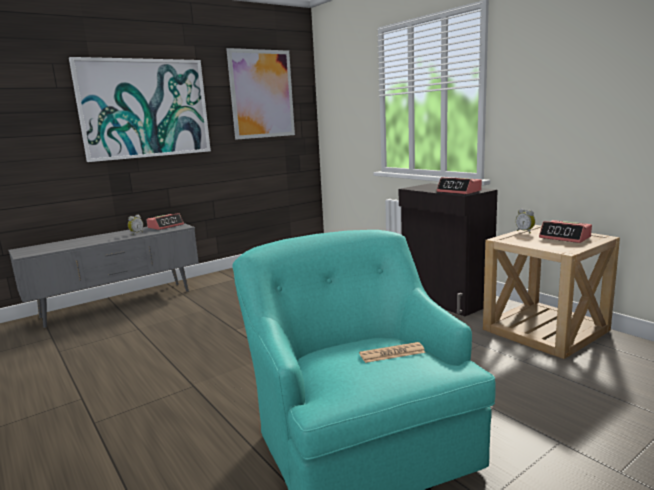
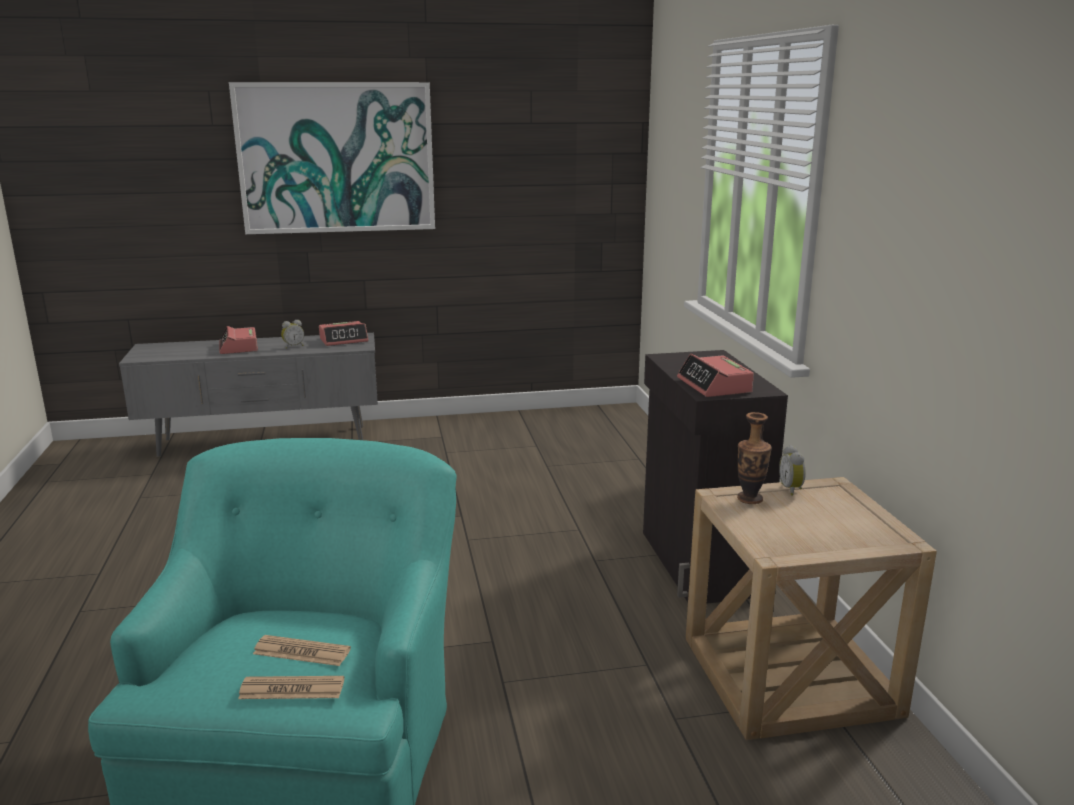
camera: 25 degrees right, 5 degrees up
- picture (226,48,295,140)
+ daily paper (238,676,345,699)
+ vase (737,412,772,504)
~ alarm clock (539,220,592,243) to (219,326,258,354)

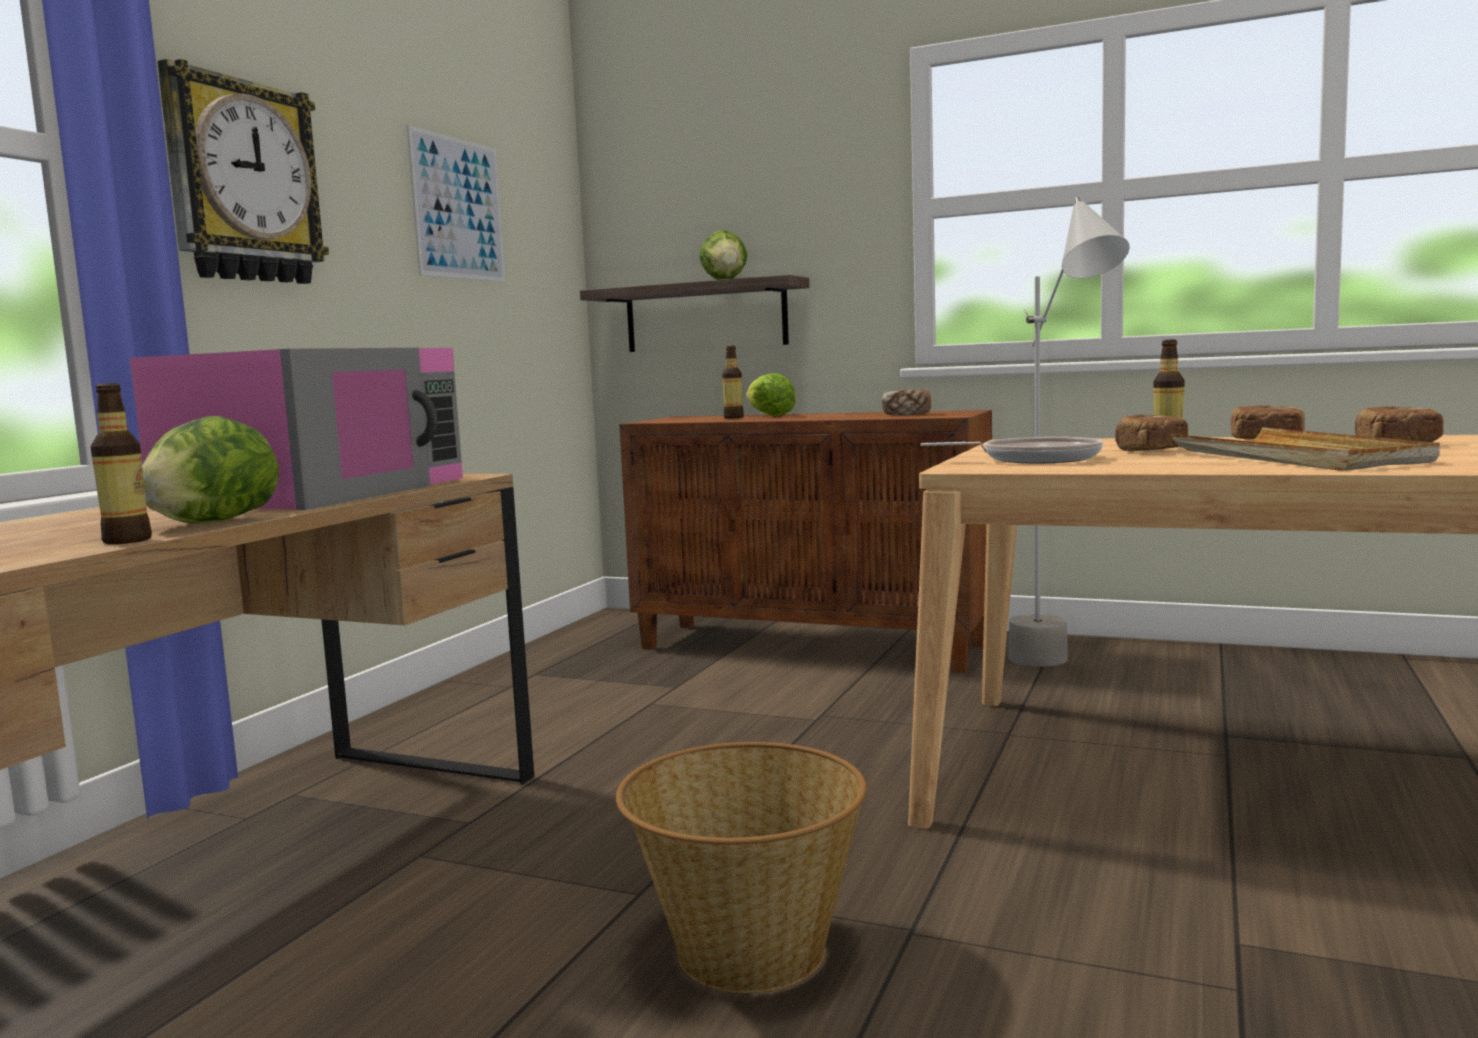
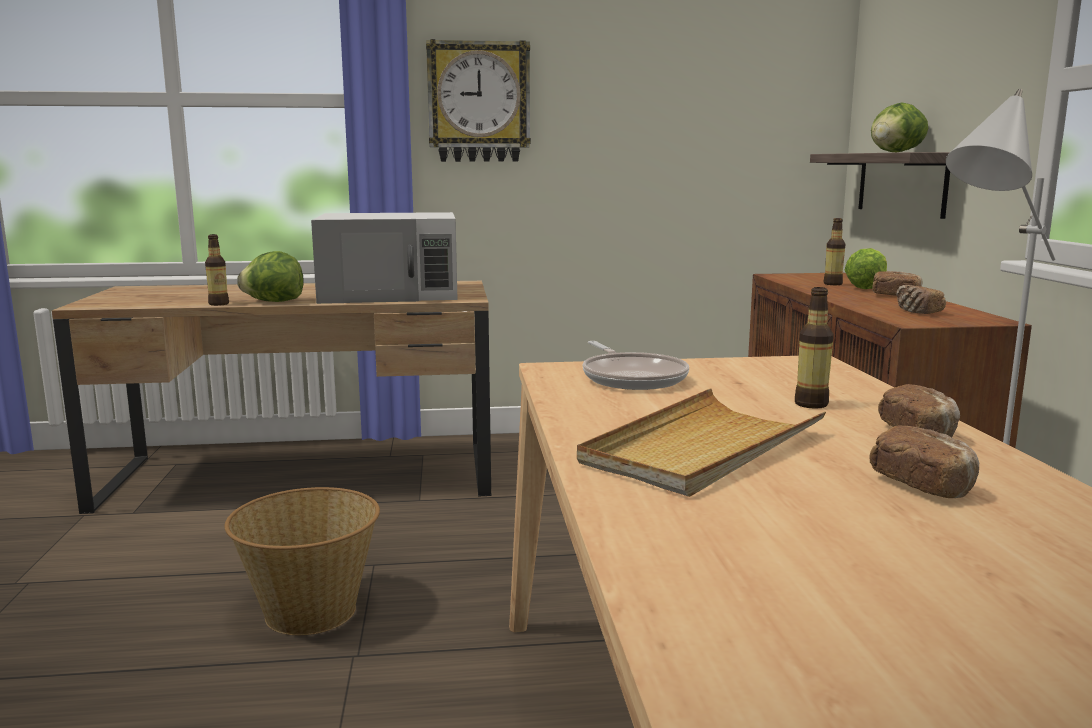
camera: 60 degrees right, 5 degrees up
- picture (407,125,505,282)
~ bread (1115,414,1188,451) to (872,271,922,296)
~ pink-coloured kitchen microwave (130,348,463,510) to whitish kitchen microwave (311,212,458,304)

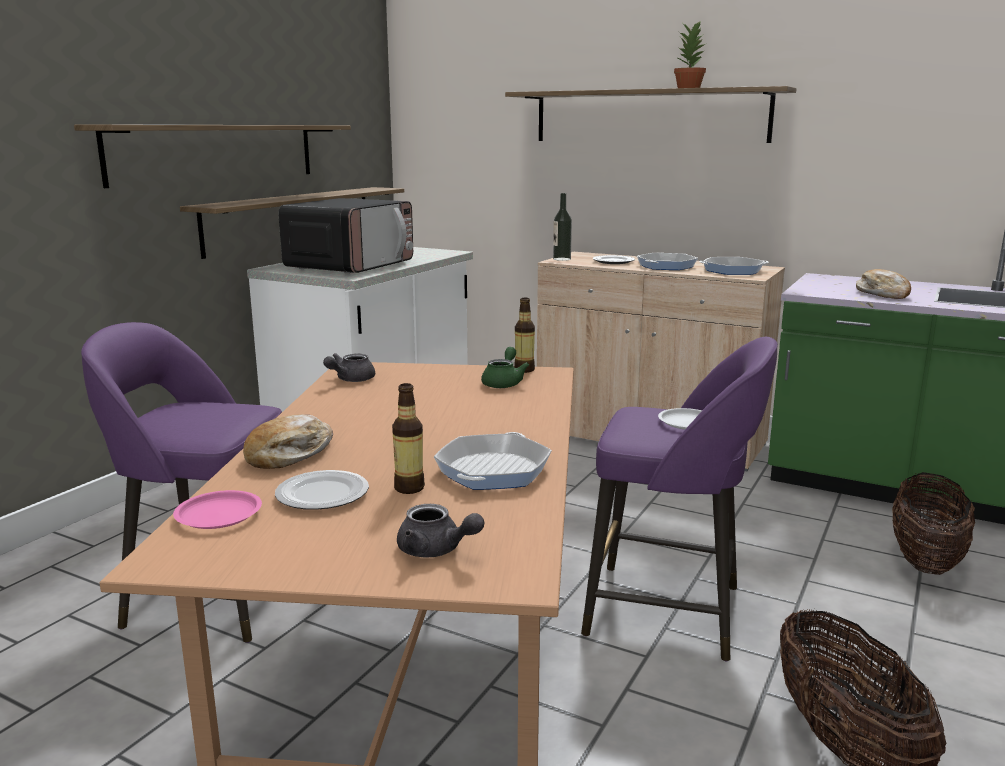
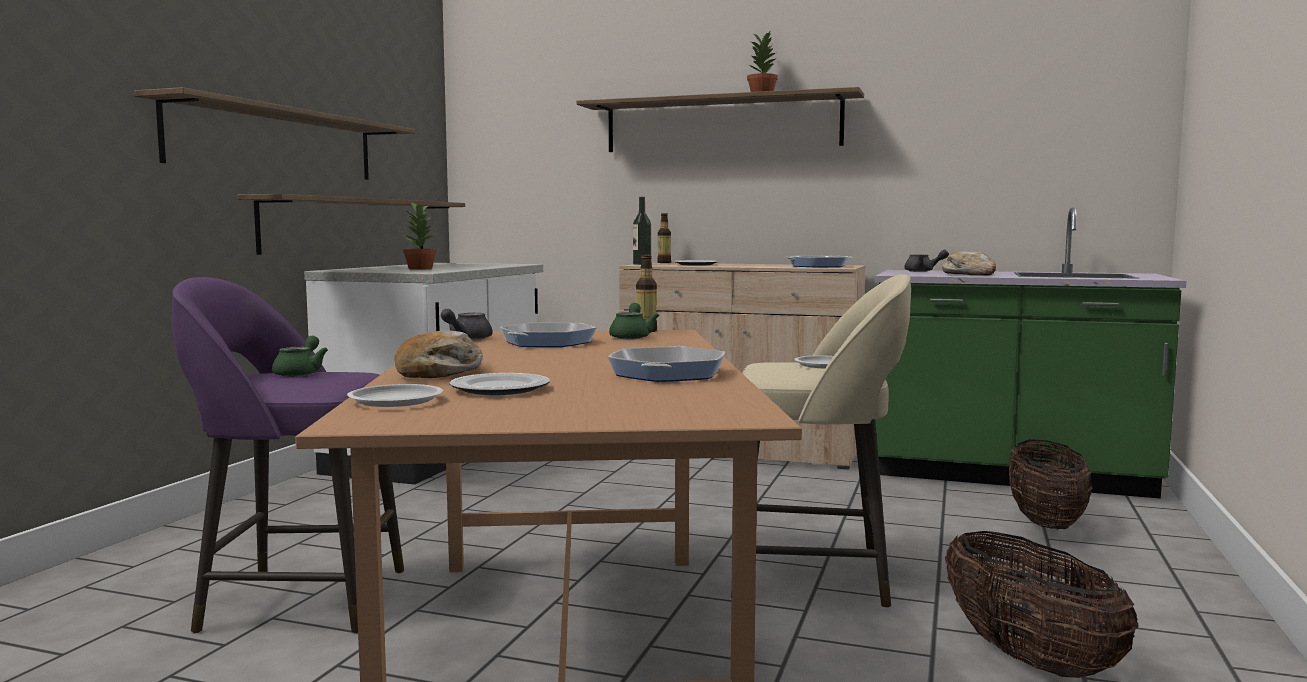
camera: 10 degrees left, 10 degrees down
+ green teapot (272,336,328,377)
~ beverage bottle (392,383,425,494) to (657,213,671,263)
~ greyish teapot (397,504,484,557) to (905,250,949,272)
~ frying pan (637,253,698,270) to (500,322,596,347)
~ kitchen microwave (278,198,413,273) to plant in a pot (403,201,437,270)
~ pink-coloured flat dish (173,490,262,529) to whitish flat dish (347,384,443,407)
~ purple-coloured stool seat (581,337,778,662) to beige stool seat (731,274,911,608)

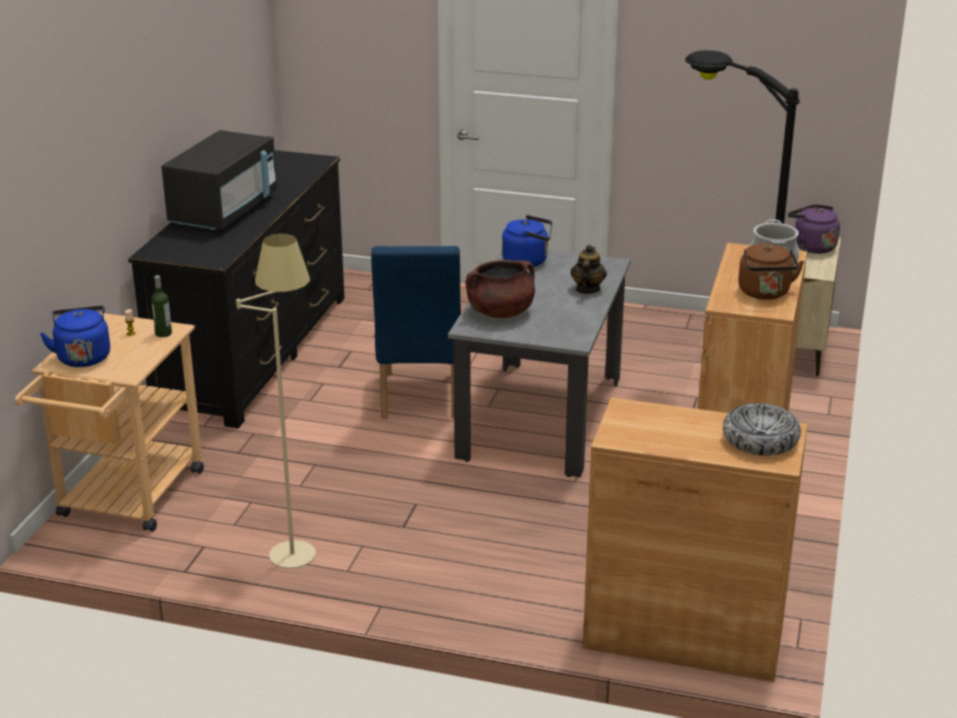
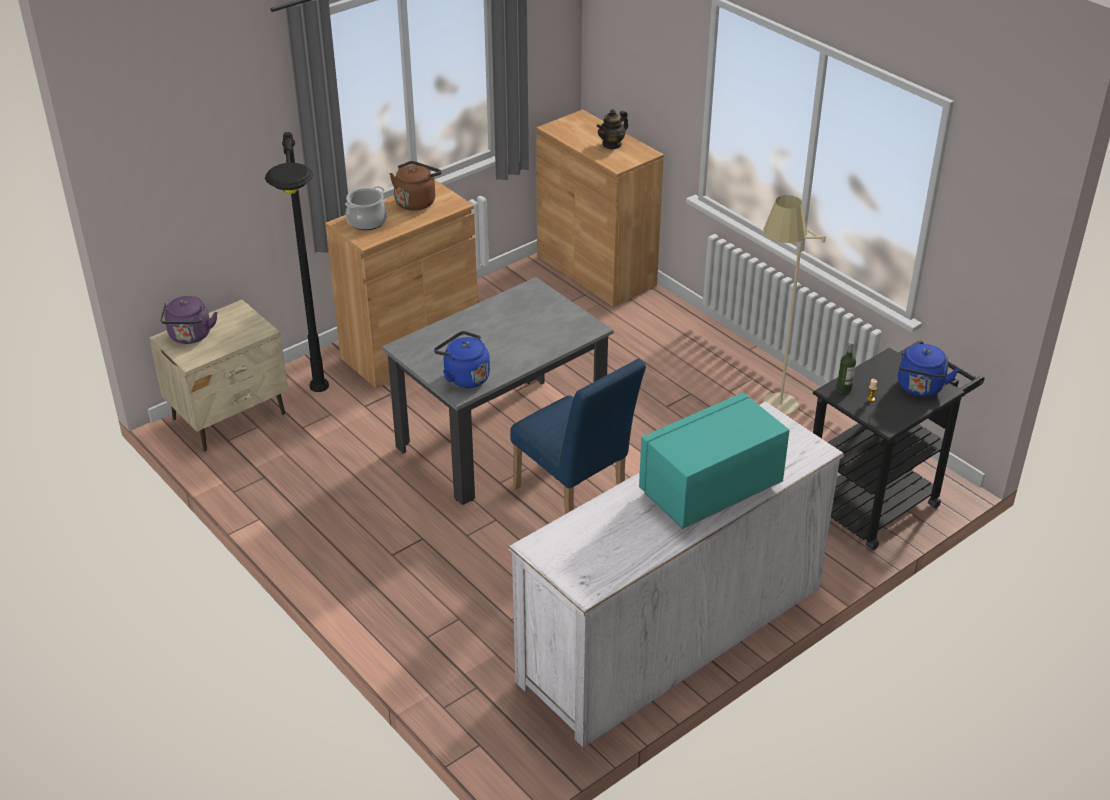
camera: 145 degrees left, 10 degrees up
- brownish saucepot (465,260,535,318)
- serving bowl (723,403,801,456)
~ teapot (571,245,607,294) to (597,109,628,150)
~ beige wheeled cart (15,313,204,532) to black-coloured wheeled cart (813,341,985,550)
~ black-coloured dresser (128,150,345,429) to whitish dresser (508,401,844,747)
~ black-coloured kitchen microwave (162,130,277,230) to turquoise-coloured kitchen microwave (639,392,789,529)
~ blue-coloured chair (371,246,461,419) = (510,358,646,514) 105 degrees clockwise

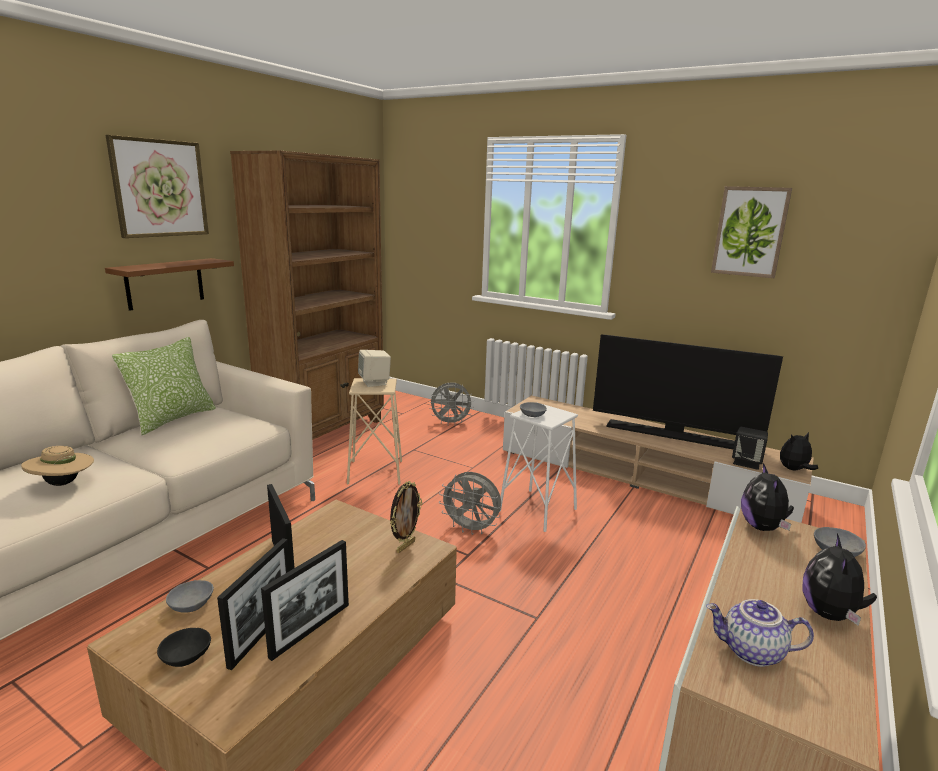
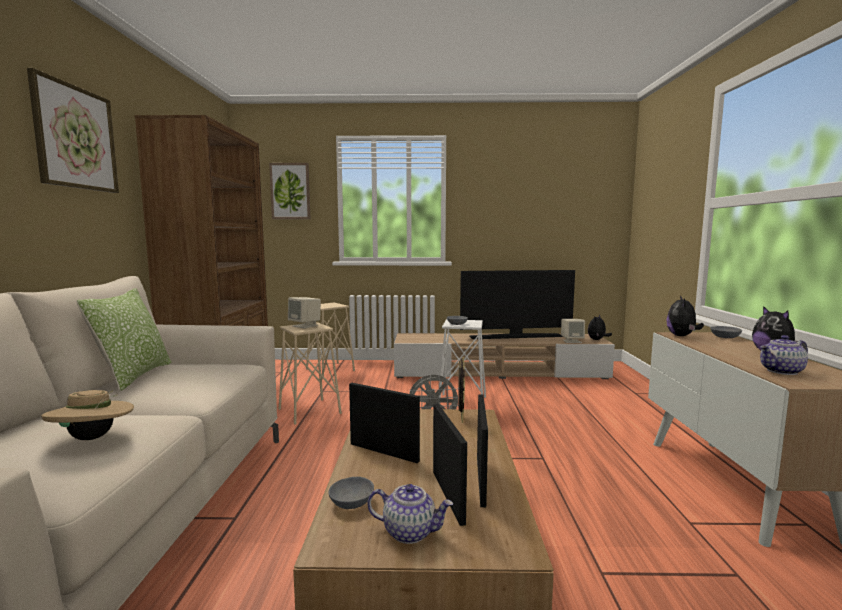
camera: 30 degrees left, 10 degrees down
- brownish wall shelf (105,258,234,311)
~ picture (711,186,792,278) to (269,163,311,219)
~ black-coloured serving bowl (157,628,211,667) to teapot (367,484,453,544)
~ greyish fan (429,383,474,425) to beige stool seat (306,303,355,376)
~ black-coloured loudspeaker (732,427,768,470) to beige loudspeaker (561,319,585,343)
~ soft toy (741,463,794,531) = (667,296,704,336) 45 degrees clockwise

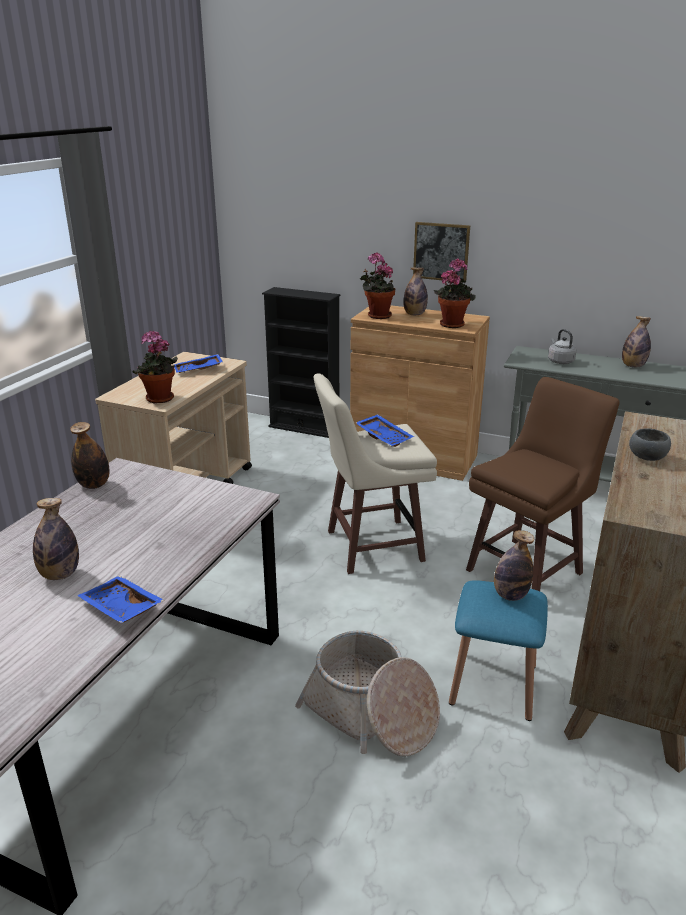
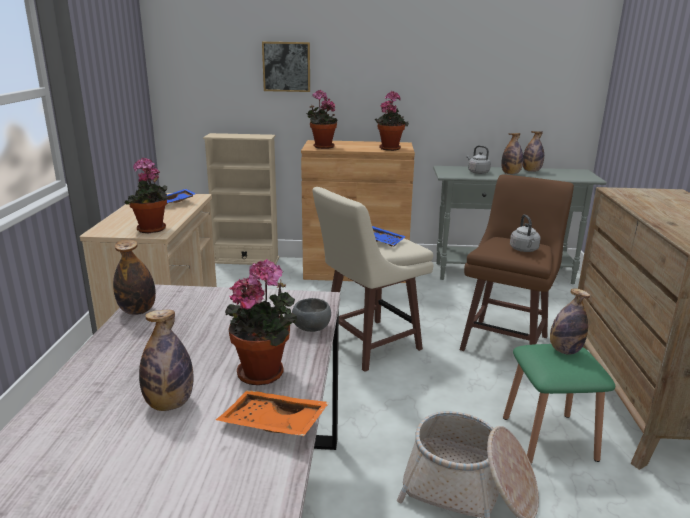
camera: 20 degrees left, 5 degrees down
+ plant in a pot (225,259,297,385)
+ greyish water kettle (510,215,541,252)
~ beverage bottle (403,267,428,315) to (501,133,523,174)
~ picture (413,222,470,281) to (262,42,310,92)
~ greyish serving bowl (629,428,671,461) to (292,298,331,332)
~ blue-coloured serving tray (77,576,164,623) to orange serving tray (216,390,330,436)
~ black-coloured bookshelf (262,287,340,438) to beige bookshelf (203,133,279,265)
~ blue-coloured stool seat (449,580,548,721) to green stool seat (503,344,615,464)

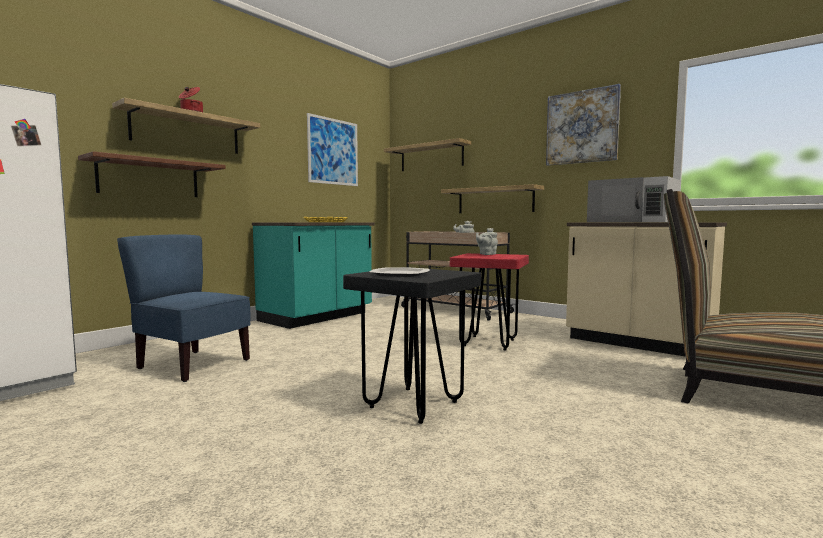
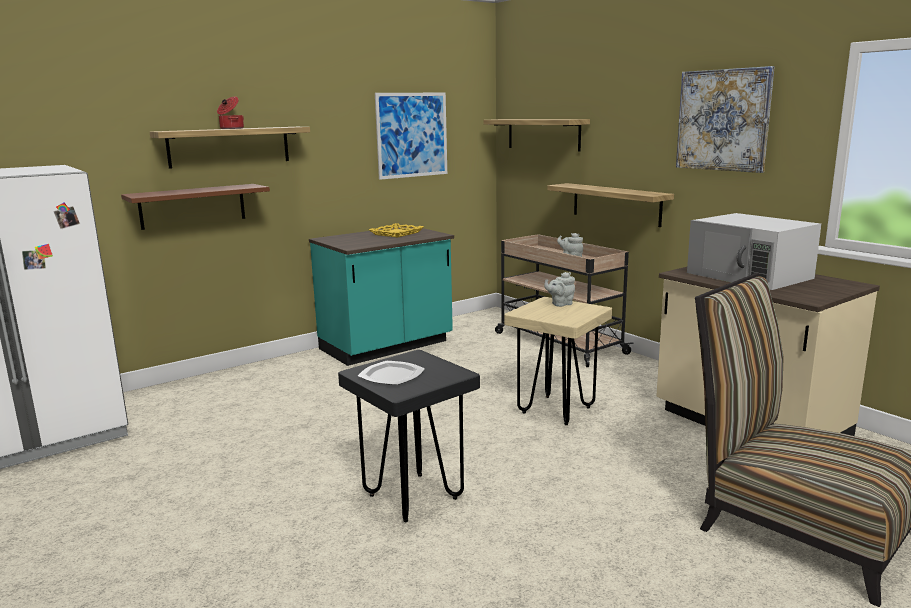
camera: 15 degrees right, 10 degrees up
- blue-coloured chair (117,235,250,382)
~ red-coloured stool seat (450,253,529,351) to beige stool seat (504,297,612,425)

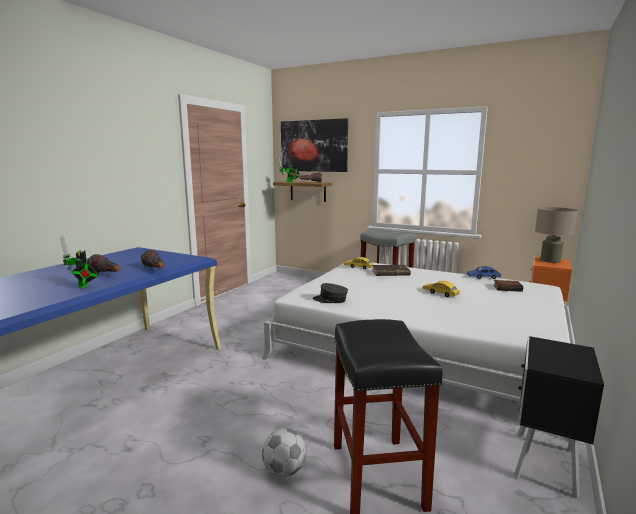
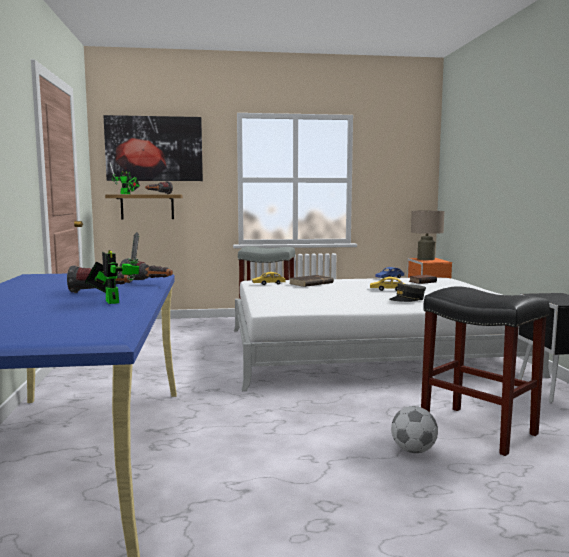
camera: 35 degrees left, 5 degrees down
~ greyish baseball cap (313,283,348,303) to (389,283,426,302)
~ model robot (60,236,99,288) = (85,232,140,304) 150 degrees counterclockwise

